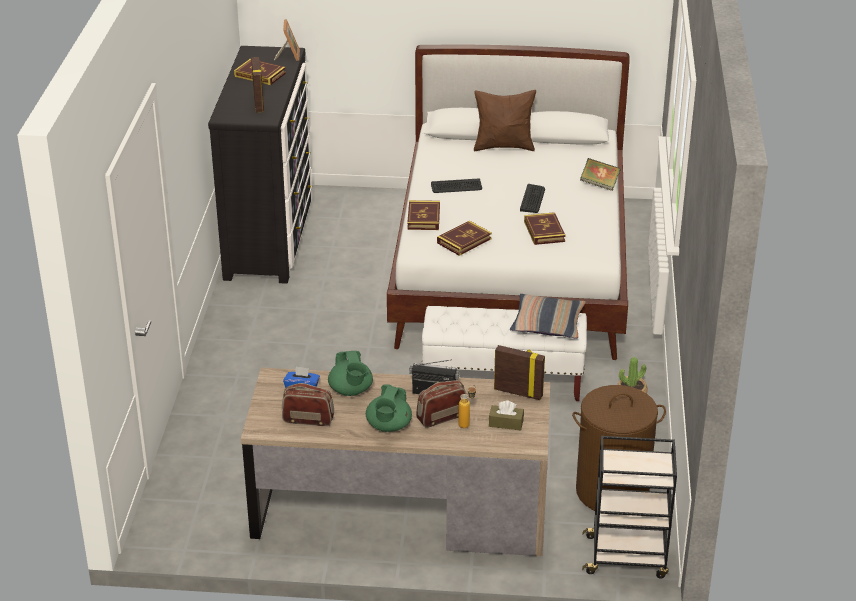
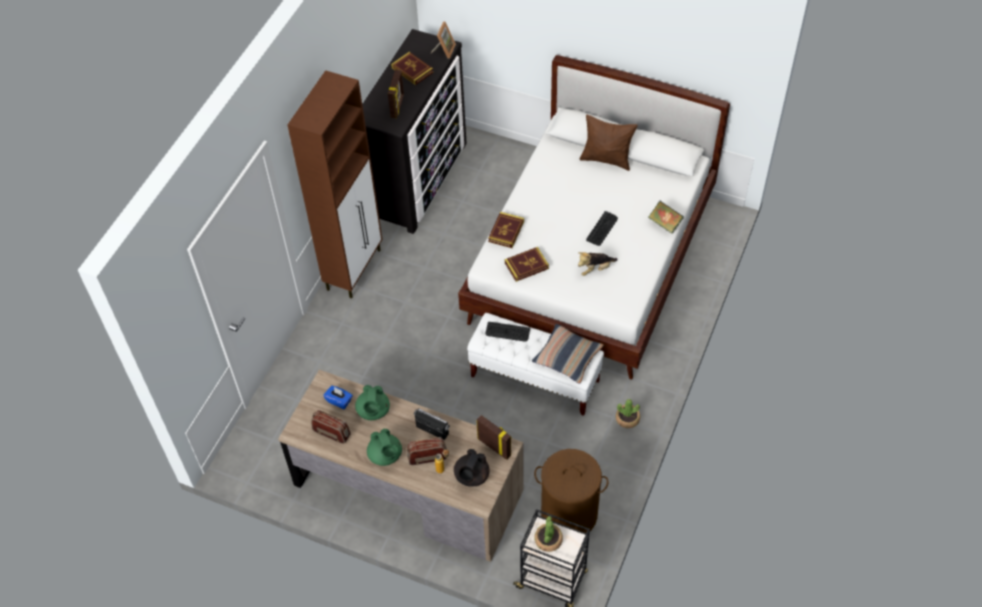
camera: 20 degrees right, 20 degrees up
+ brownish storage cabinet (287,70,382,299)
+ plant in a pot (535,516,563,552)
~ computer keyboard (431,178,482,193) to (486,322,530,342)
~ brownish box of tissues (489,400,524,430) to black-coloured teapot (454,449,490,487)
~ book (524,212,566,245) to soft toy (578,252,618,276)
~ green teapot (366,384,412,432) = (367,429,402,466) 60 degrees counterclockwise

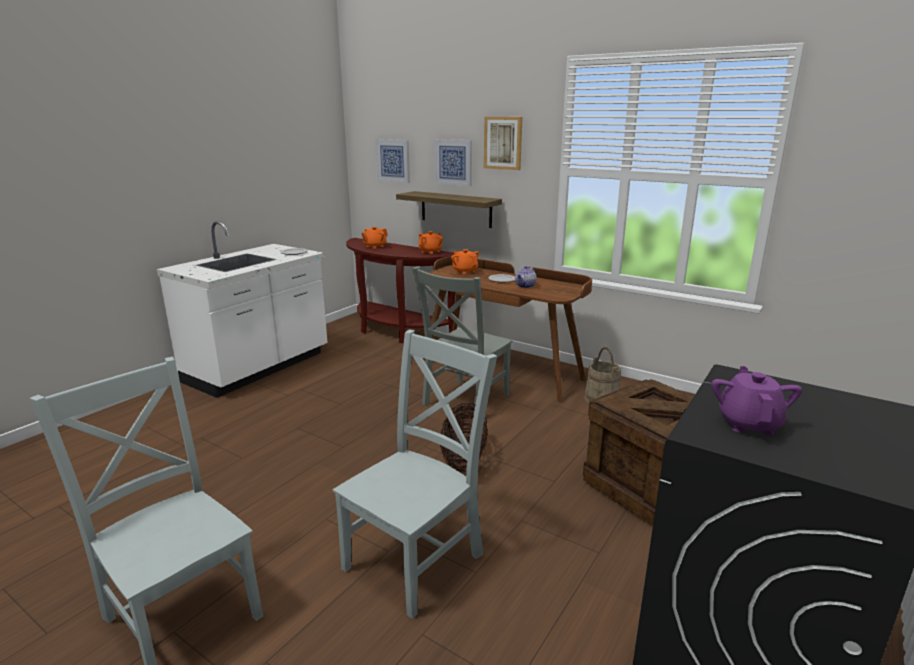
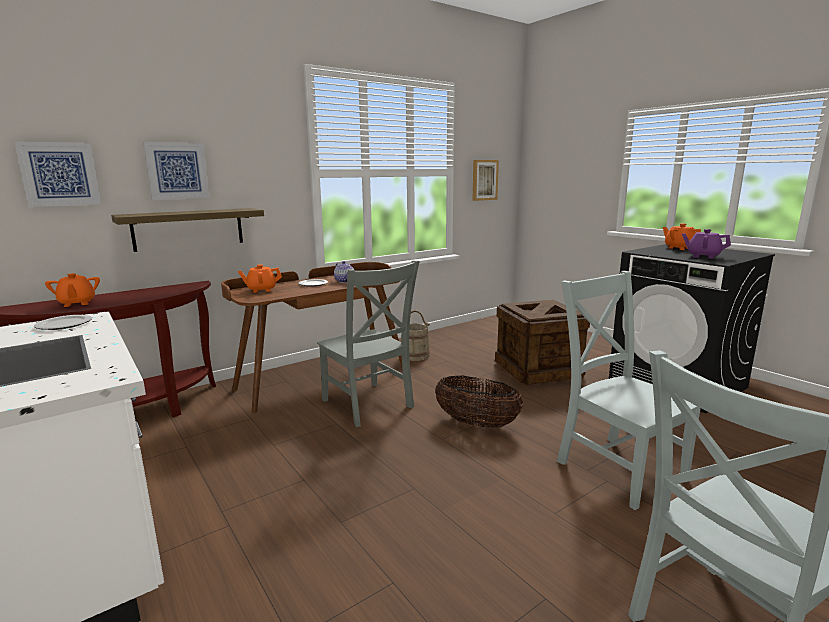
camera: 70 degrees left, 5 degrees down
~ orange teapot (418,231,443,254) to (663,224,701,250)
~ picture (484,117,523,170) to (472,160,499,201)

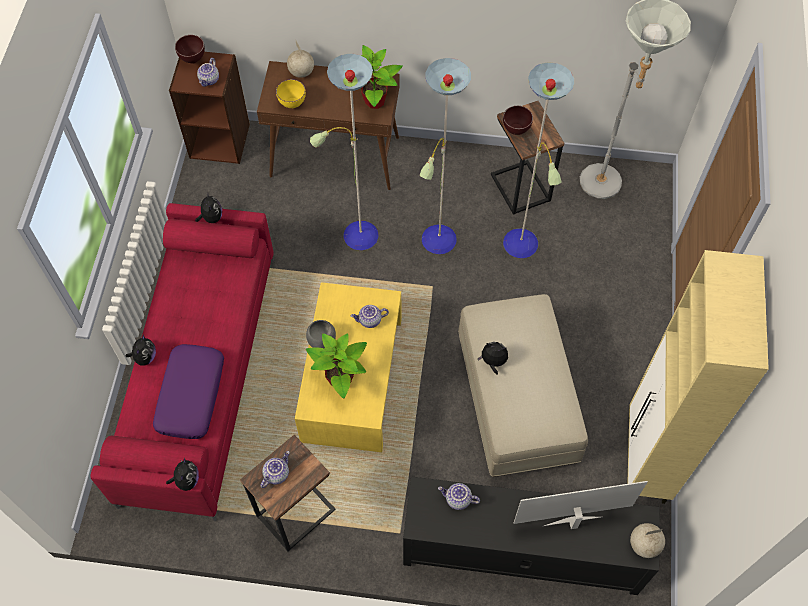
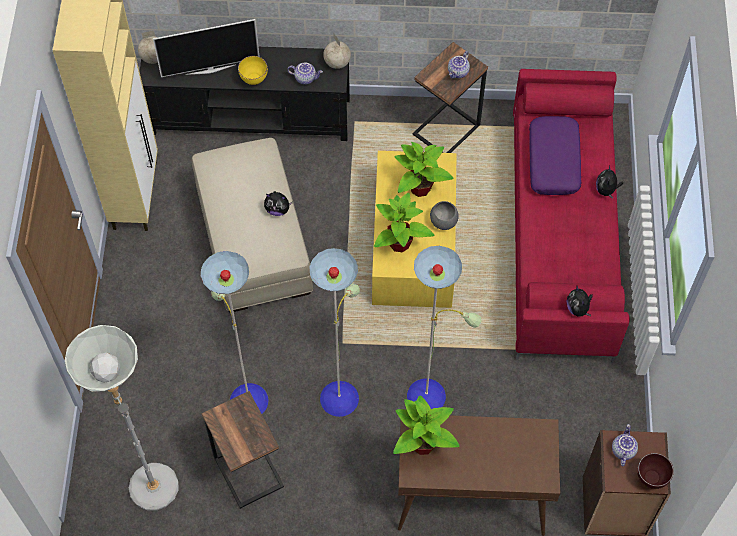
camera: 175 degrees right, 0 degrees up
- soft toy (166,458,199,491)
- brownish serving bowl (503,106,533,135)
~ yellow-coloured serving bowl (276,79,306,108) to (238,56,268,85)
~ globe (287,39,314,78) to (323,33,351,69)
~ teapot (351,305,389,328) to plant in a pot (374,193,435,252)

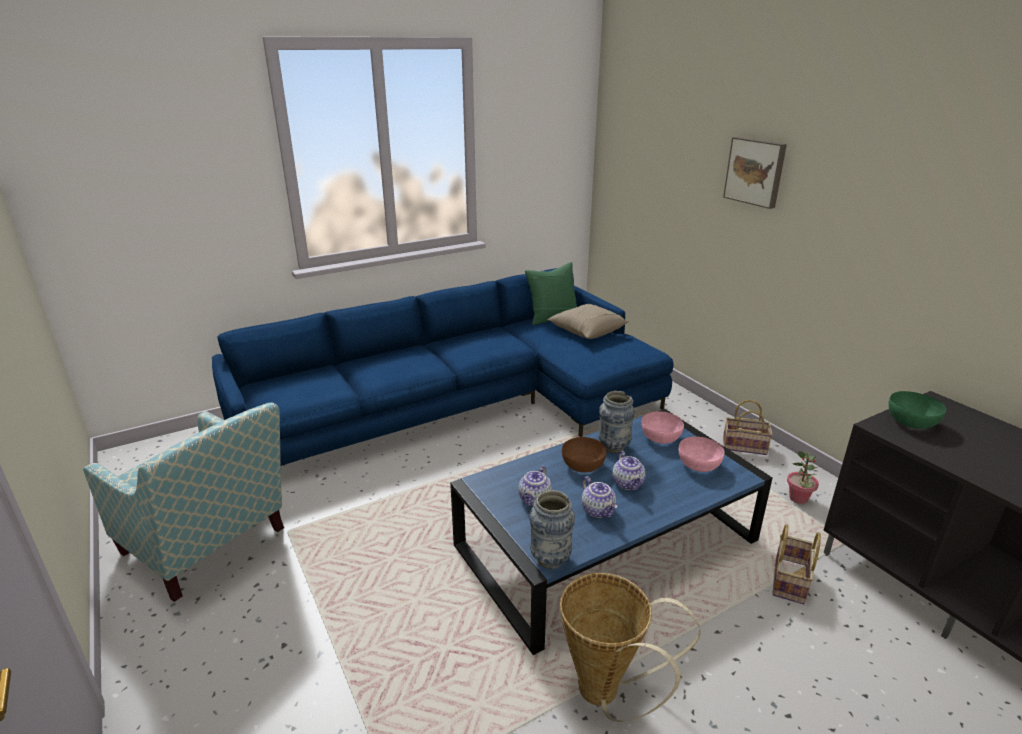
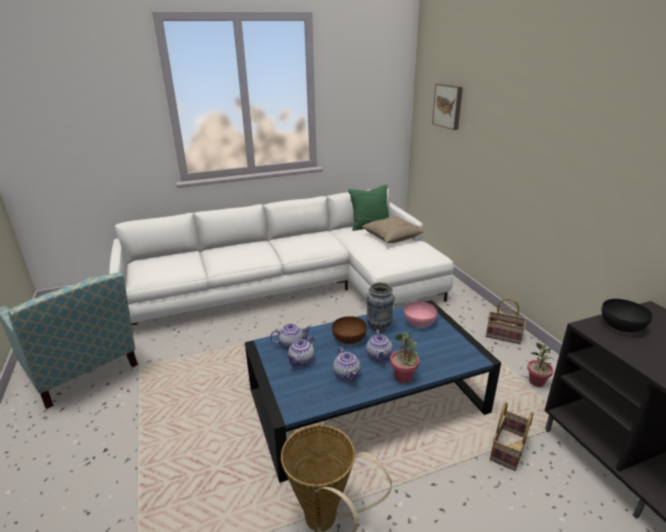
camera: 10 degrees right, 0 degrees up
- vase (529,490,575,569)
- pink-coloured serving bowl (679,437,725,472)
+ teapot (270,324,311,349)
+ plant in a pot (390,332,419,383)
~ picture (723,137,787,209) to (432,84,463,130)
~ blue-coloured couch (212,268,674,466) to whitish couch (109,188,454,326)
~ green serving bowl (889,391,946,429) to black-coloured serving bowl (602,299,652,332)

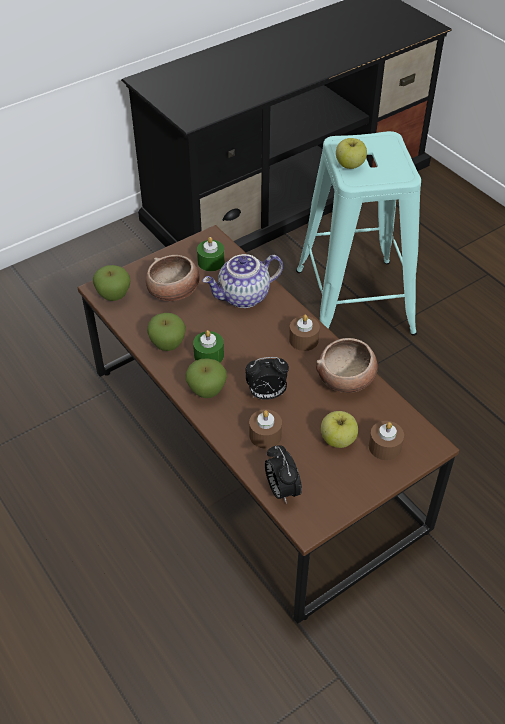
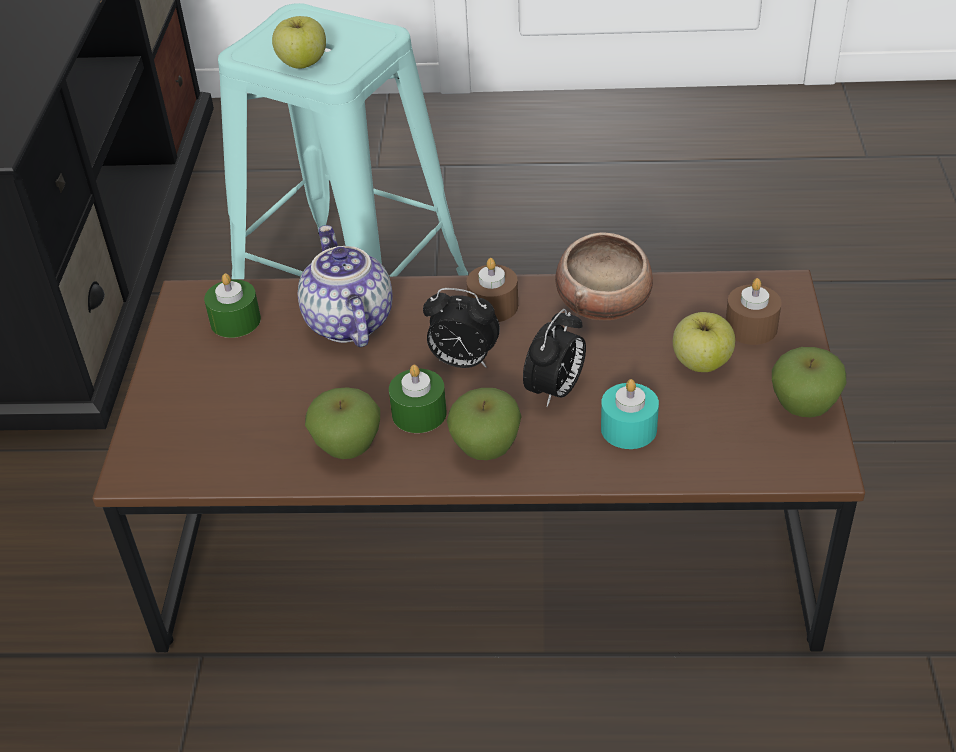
camera: 50 degrees left, 5 degrees down
- serving bowl (146,255,200,301)
~ whole apple (93,265,131,301) to (772,347,846,417)
~ alarm clock (265,445,302,504) to (423,288,500,368)
~ brownish wax candle (249,409,282,448) to turquoise-coloured wax candle (601,379,659,449)
~ teapot (202,254,283,308) = (298,225,392,347) 150 degrees clockwise

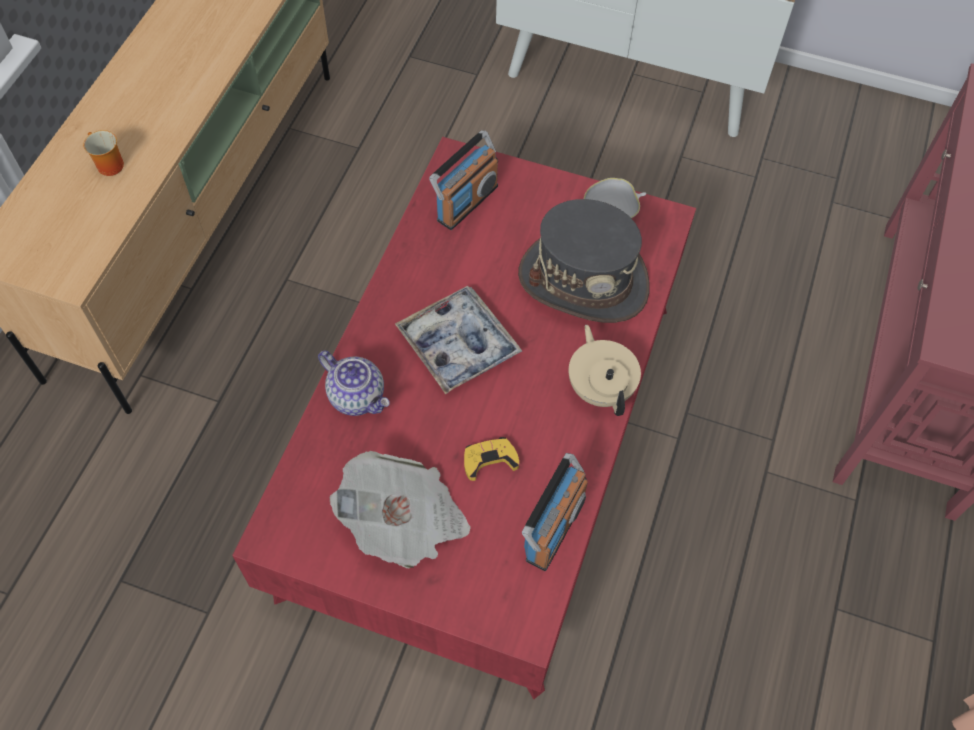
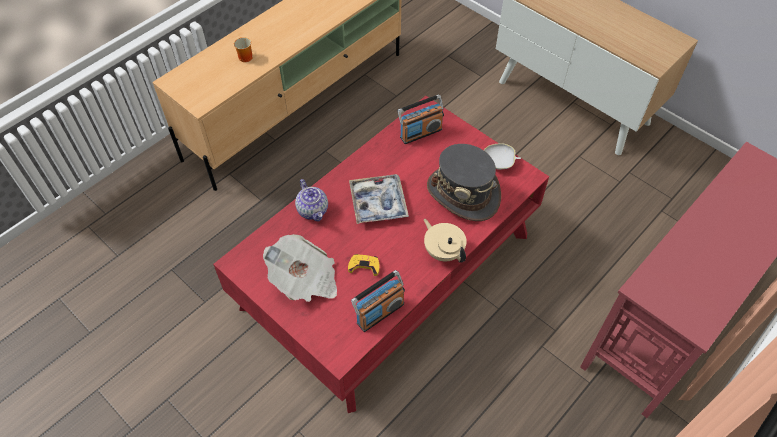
camera: 25 degrees right, 5 degrees down
~ beige teapot (569,325,641,416) = (424,219,467,263) 45 degrees counterclockwise

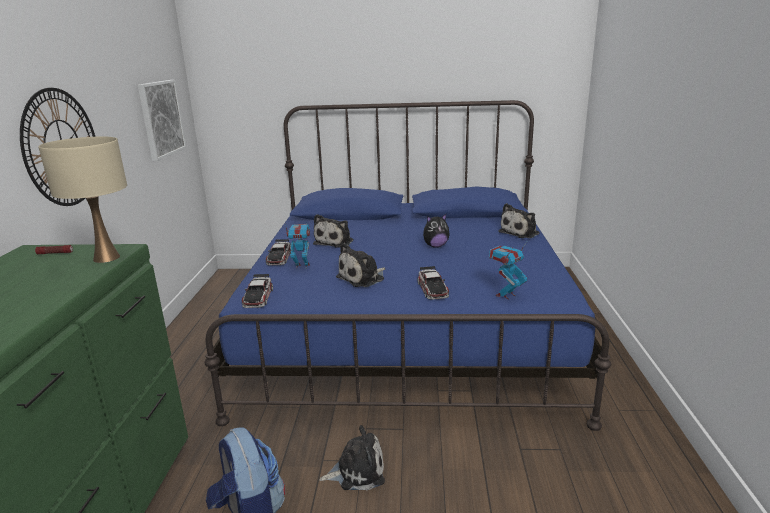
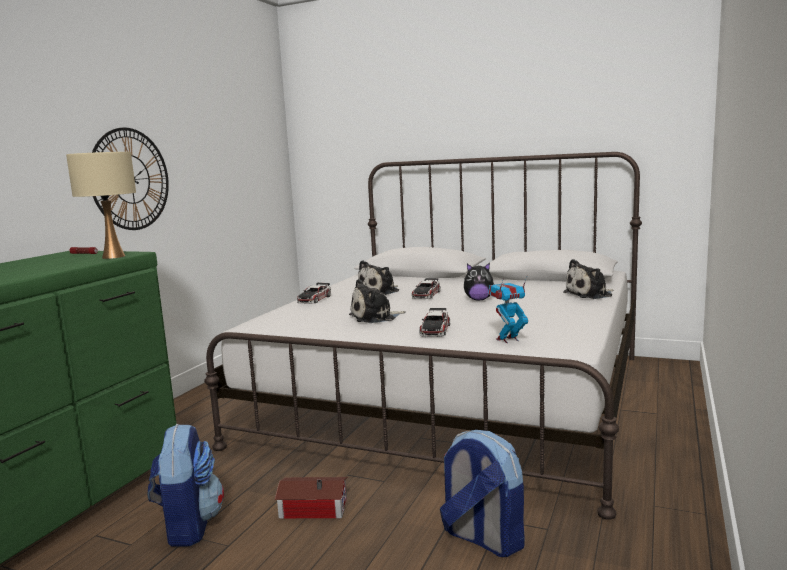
camera: 20 degrees right, 10 degrees down
- picture (138,80,186,161)
- model robot (285,222,310,270)
+ rucksack (440,430,525,557)
~ miniature car (242,274,273,308) to (412,278,441,299)
~ soft toy (319,425,385,490) to model house (275,477,347,519)
~ blue-coloured bedroom bed (204,100,611,431) to whitish bedroom bed (204,152,642,520)

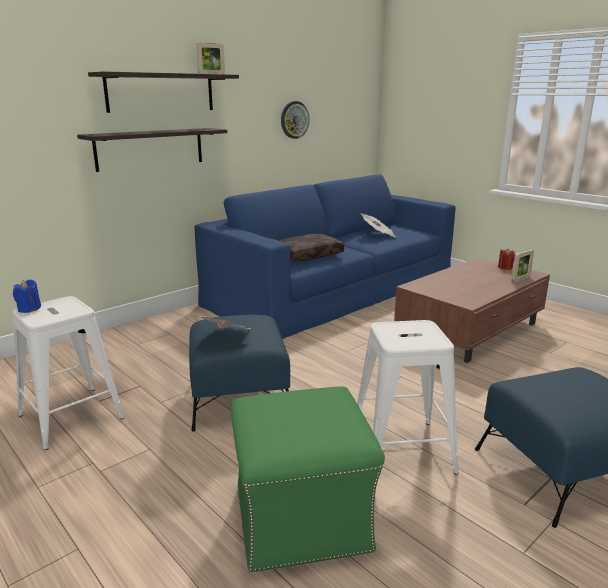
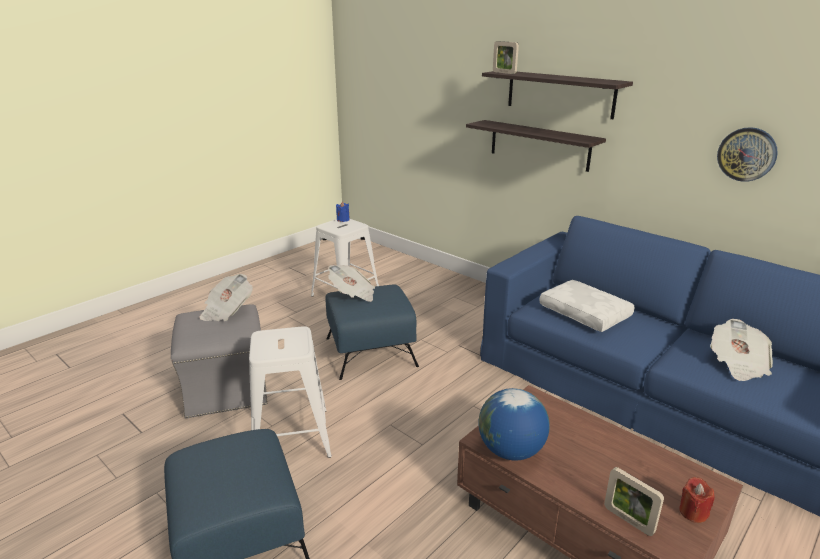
camera: 85 degrees right, 5 degrees up
+ daily paper (199,274,253,321)
+ globe (478,388,550,461)
~ photo frame (196,43,225,74) to (493,41,519,74)
~ green ottoman (231,386,385,572) to greyish ottoman (171,304,267,418)
~ brownish cushion (278,233,344,262) to whitish cushion (539,280,634,332)

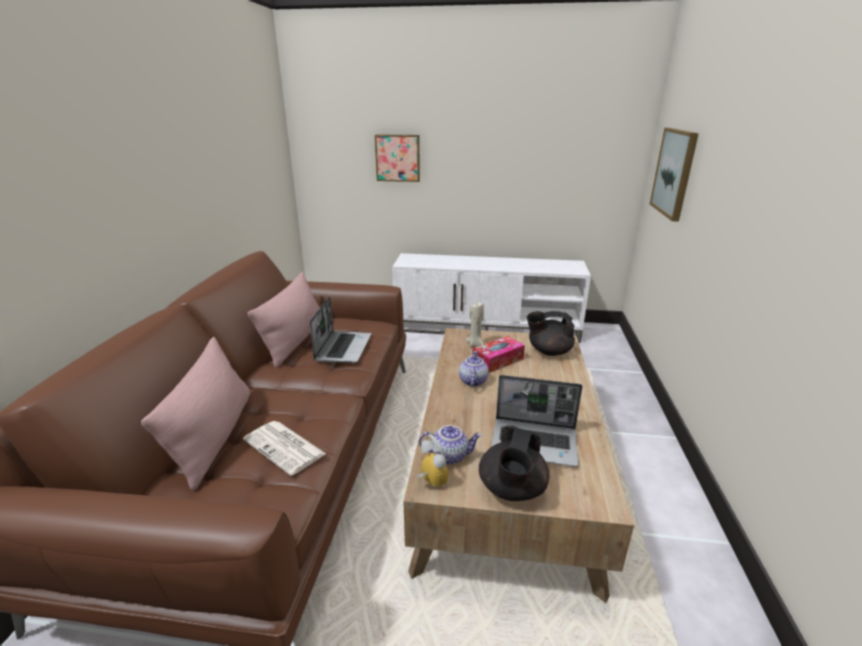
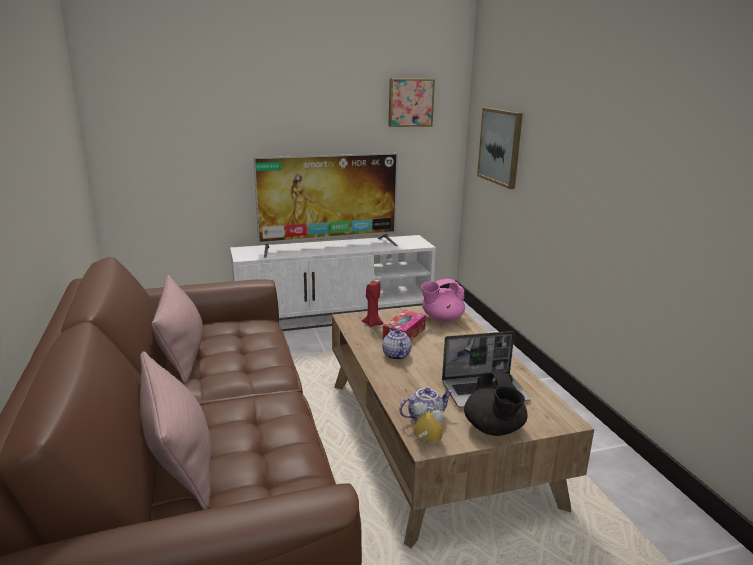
camera: 25 degrees left, 5 degrees down
- daily paper (243,421,326,476)
- laptop (310,297,372,363)
+ TV set (254,153,398,258)
~ picture (375,135,420,182) to (388,78,435,127)
~ beige wax candle (466,302,484,347) to red-coloured wax candle (362,280,383,327)
~ black-coloured teapot (527,311,575,356) to pink-coloured teapot (421,279,465,322)

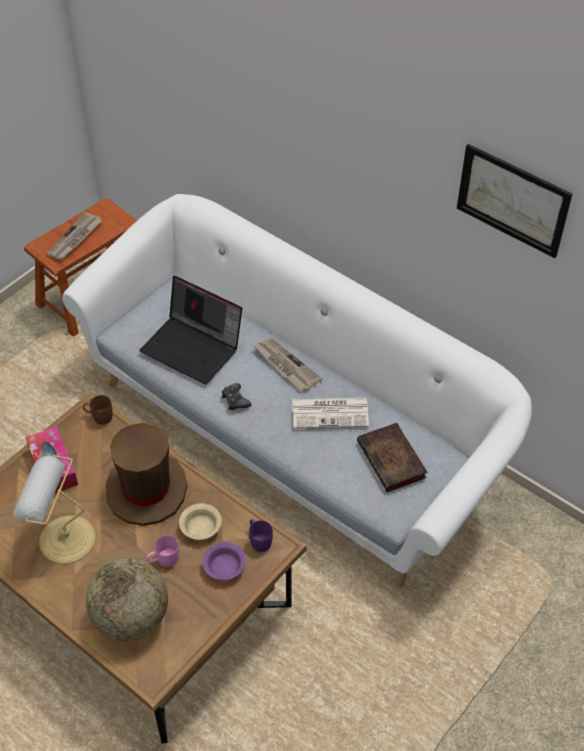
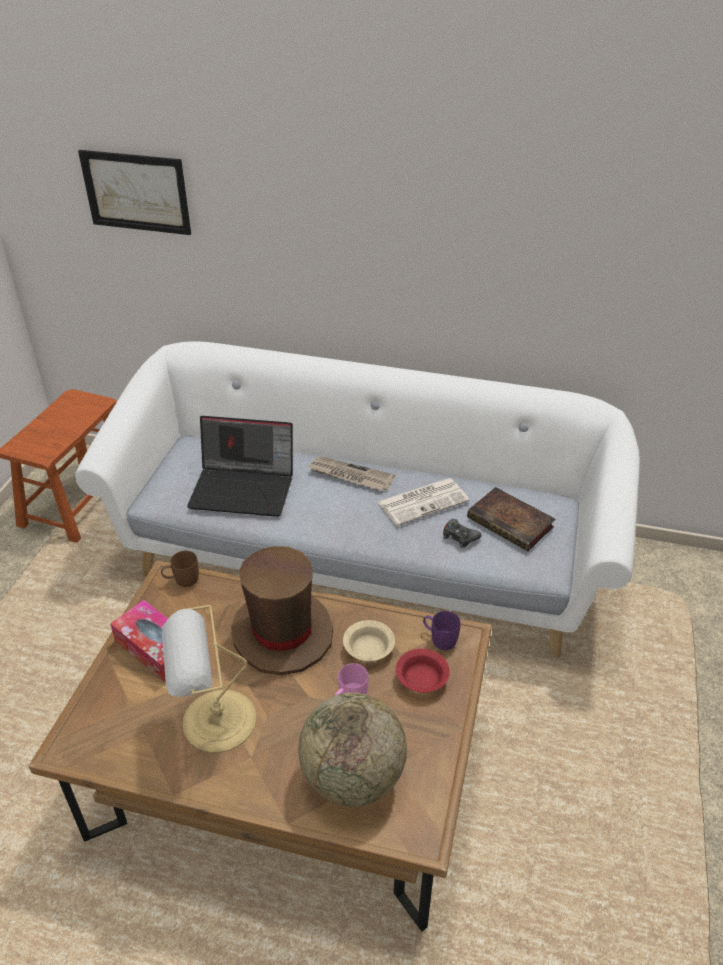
camera: 25 degrees left, 10 degrees down
- daily paper (46,212,102,260)
~ black-coloured gamepad (222,383,251,410) to (443,519,482,548)
~ picture (457,144,572,258) to (78,150,191,235)
~ purple-coloured serving bowl (202,542,246,580) to red-coloured serving bowl (396,649,450,693)

